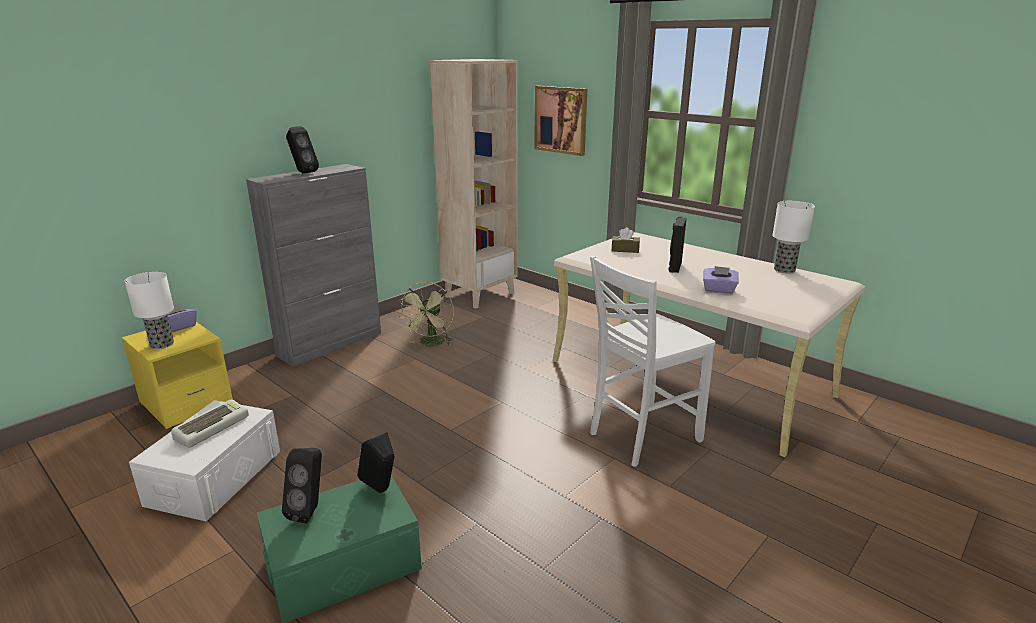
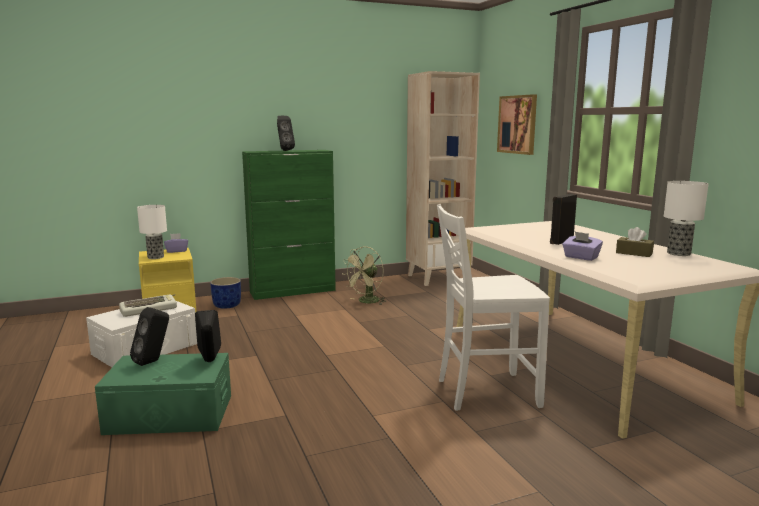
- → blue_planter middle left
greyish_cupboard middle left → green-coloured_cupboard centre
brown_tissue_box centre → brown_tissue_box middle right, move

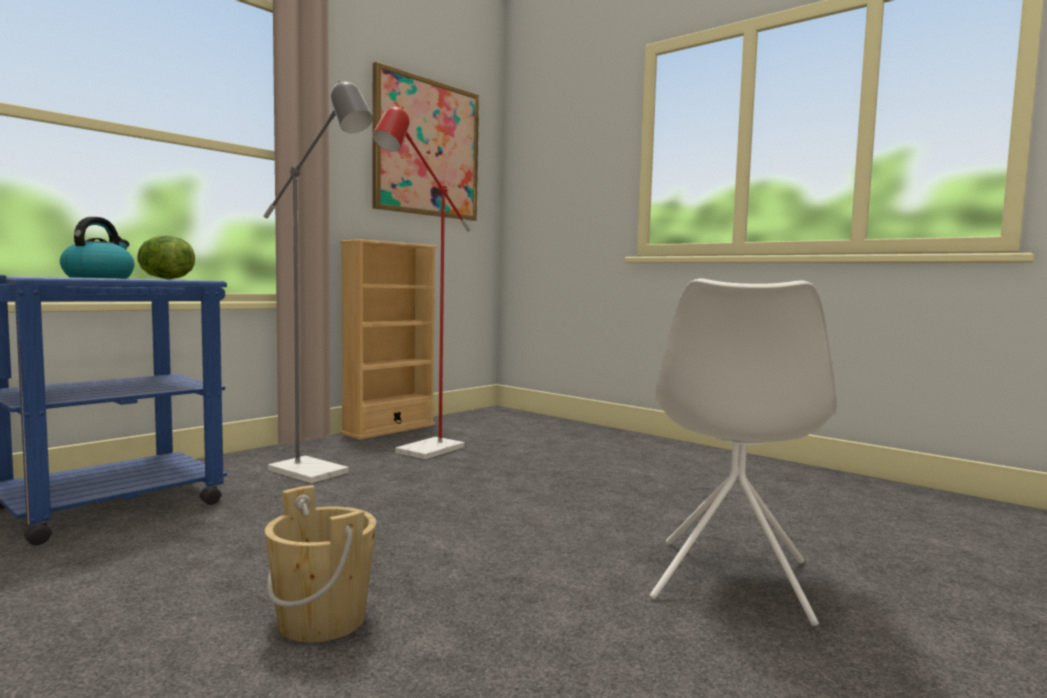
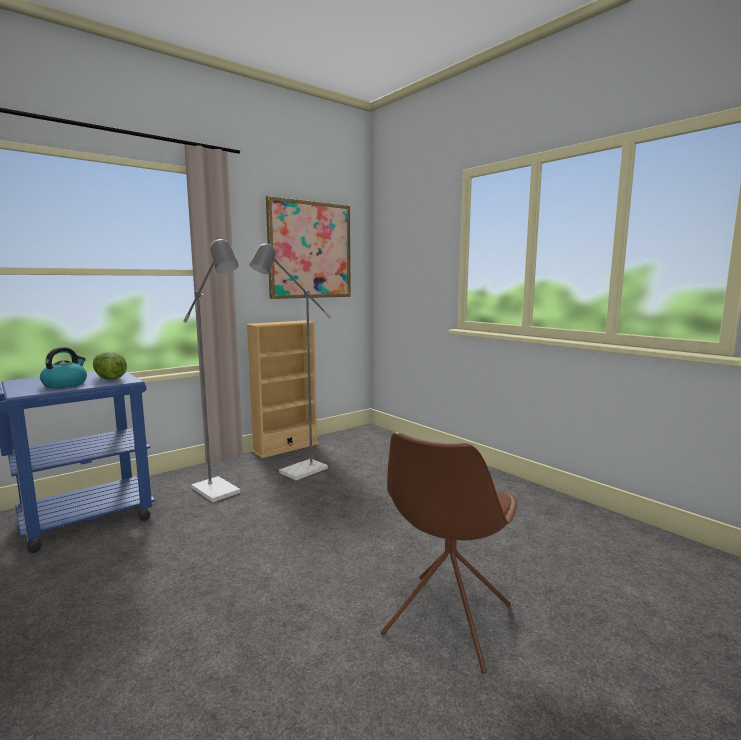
red_standard_lamp centre → greyish_standard_lamp (2nd from left) centre
whitish_plain_chair middle right → brown_plain_chair bottom centre
beige_water_bucket bottom left → -

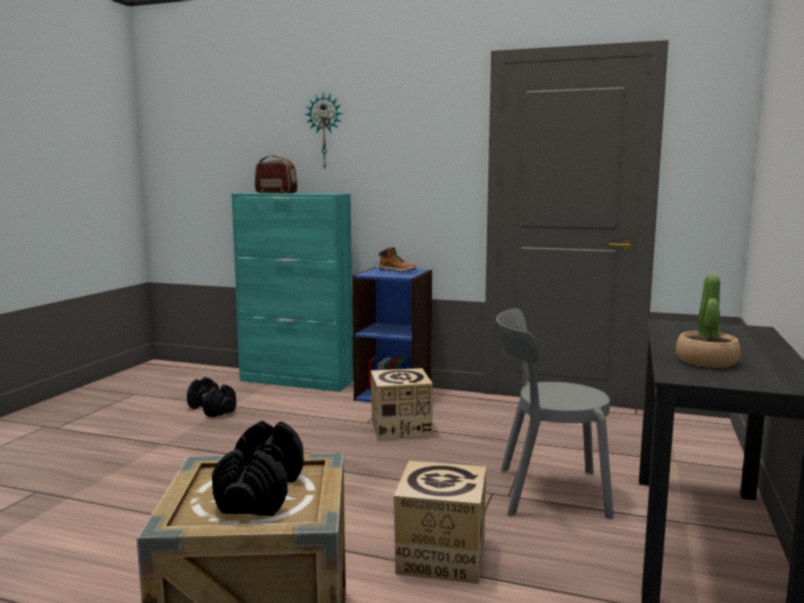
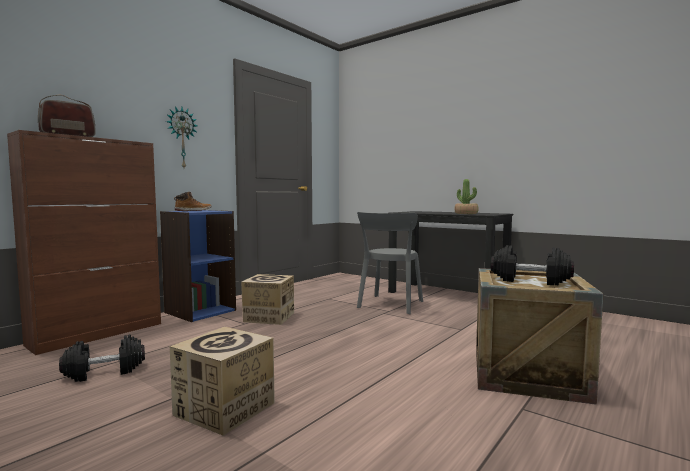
blue-green_cupboard centre → brown_cupboard middle left
wall_clock top centre → wall_clock top left, move
cardboard_box (2nd from left in the first image) bottom centre → cardboard_box (1st from left) bottom left, move

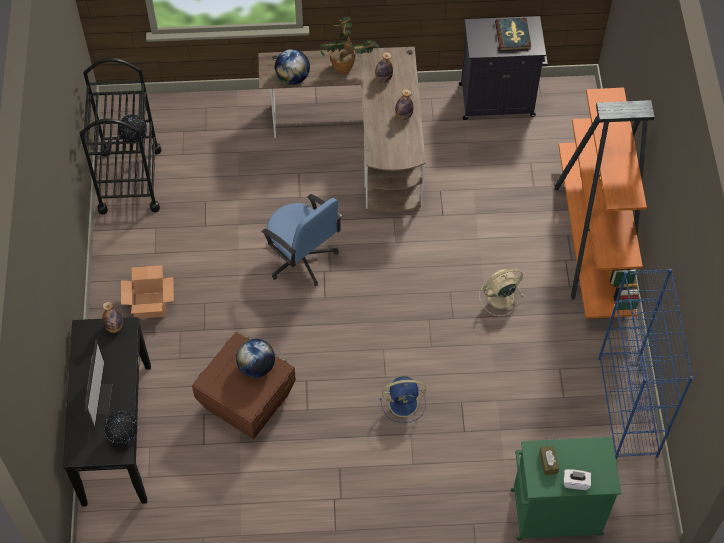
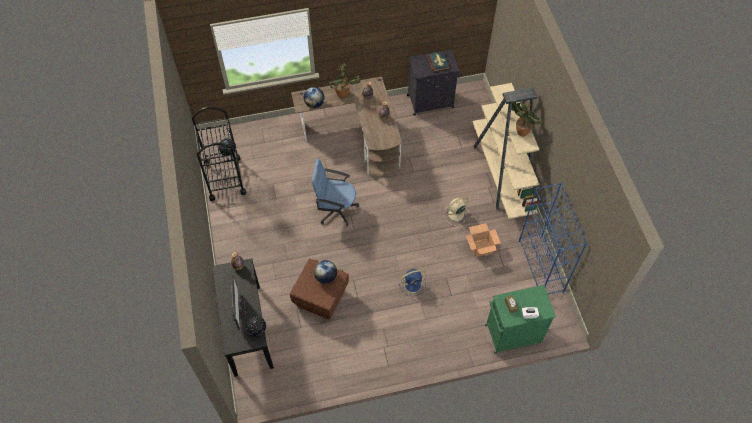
blue_computer_chair centre, 150 degrees clockwise
cardboard_box middle left → cardboard_box centre, move
orangey_bookshelf middle right → beige_bookshelf middle right
- → houseplant (2nd from left) top right

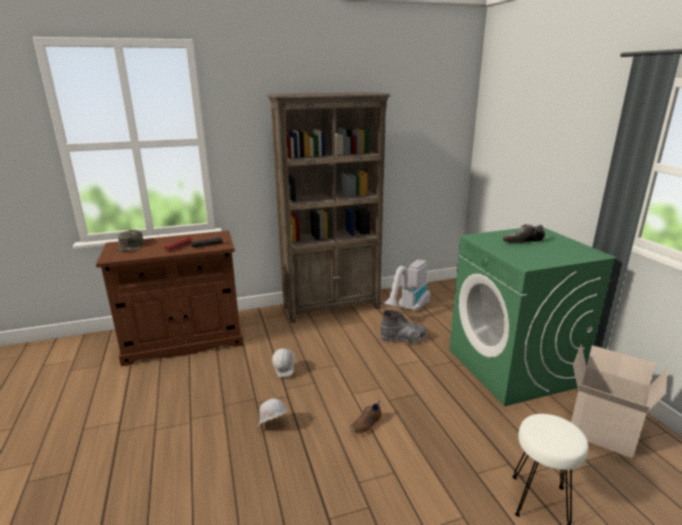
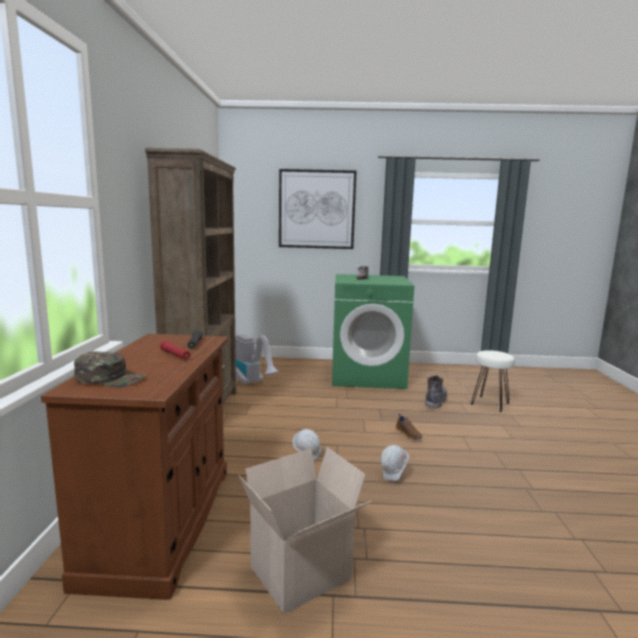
cardboard_box bottom right → cardboard_box bottom centre, move
- → picture top centre
greyish_boot centre → greyish_boot middle right, move

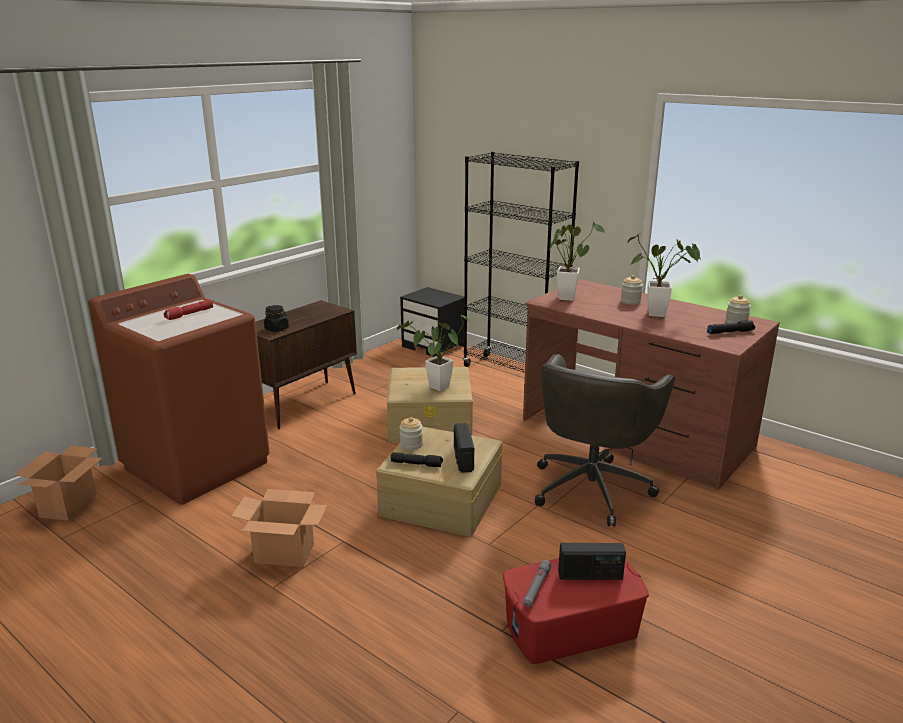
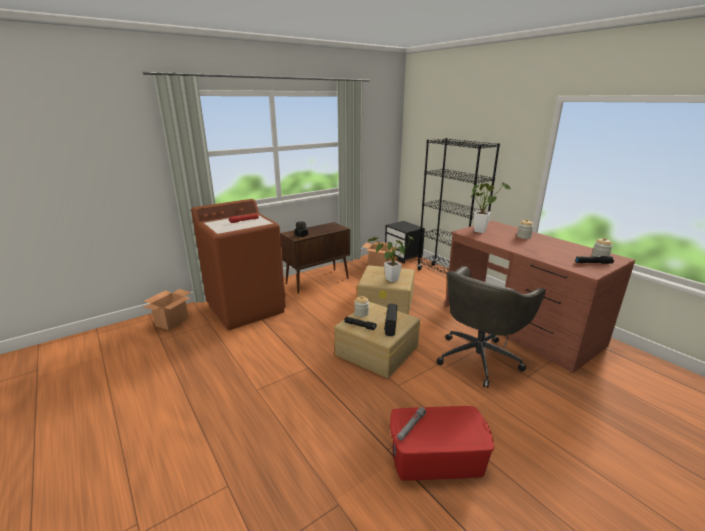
cardboard_box (2nd from left) bottom left → cardboard_box (2nd from left) centre, move
radio_receiver (2nd from left) bottom centre → -
houseplant (3rd from left) middle right → -

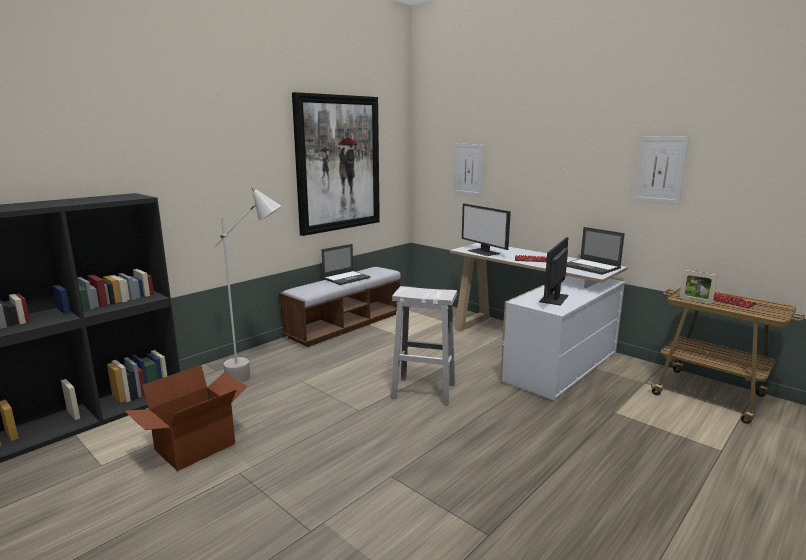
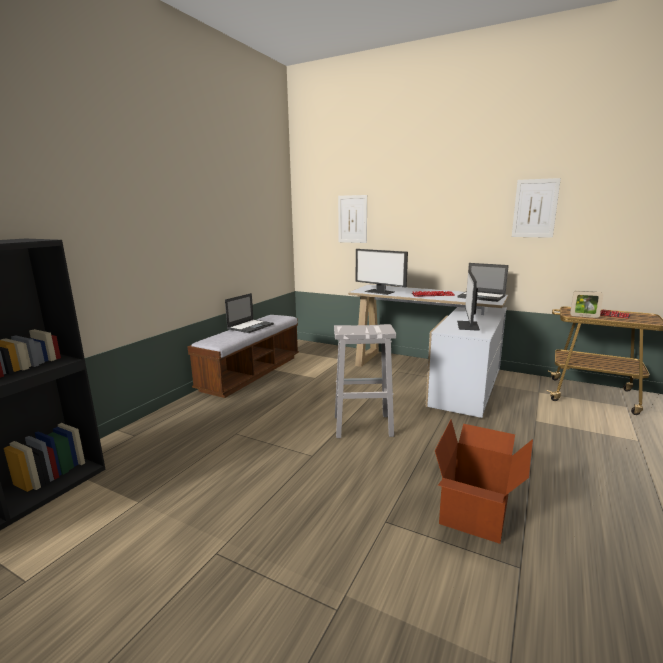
cardboard_box bottom left → cardboard_box bottom right, move
greyish_standard_lamp middle left → -
picture (1st from left) top centre → -

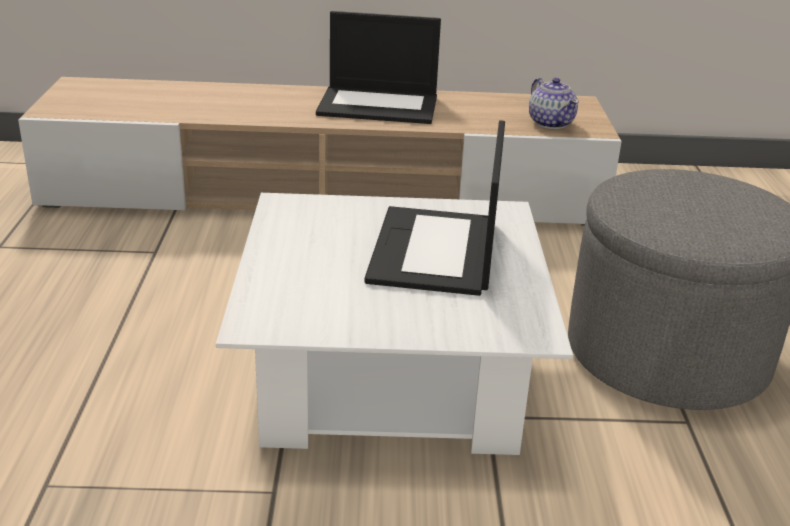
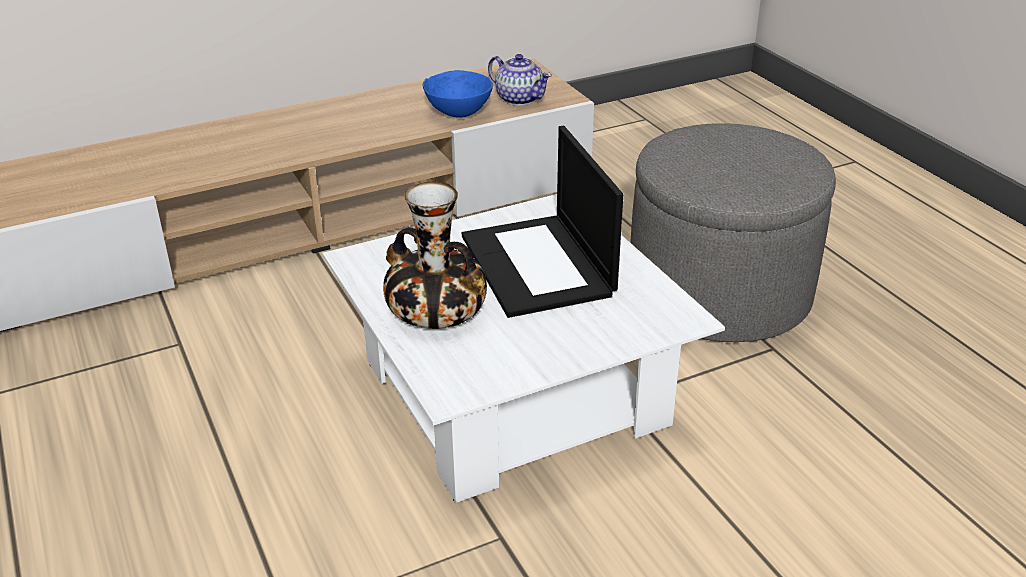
- → vase centre
- → blue_bowl top centre
laptop (1st from left) top centre → -

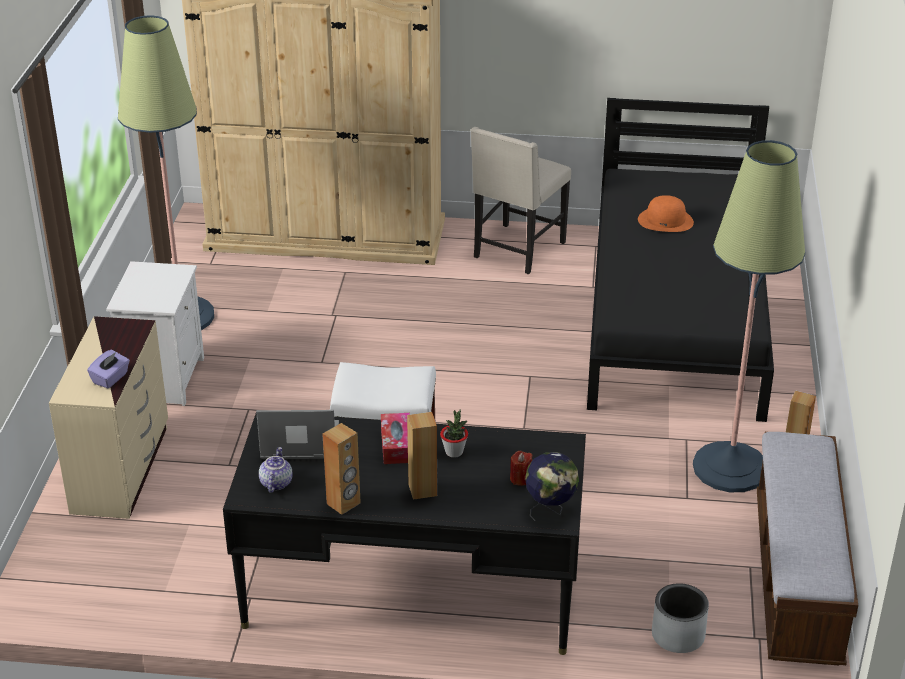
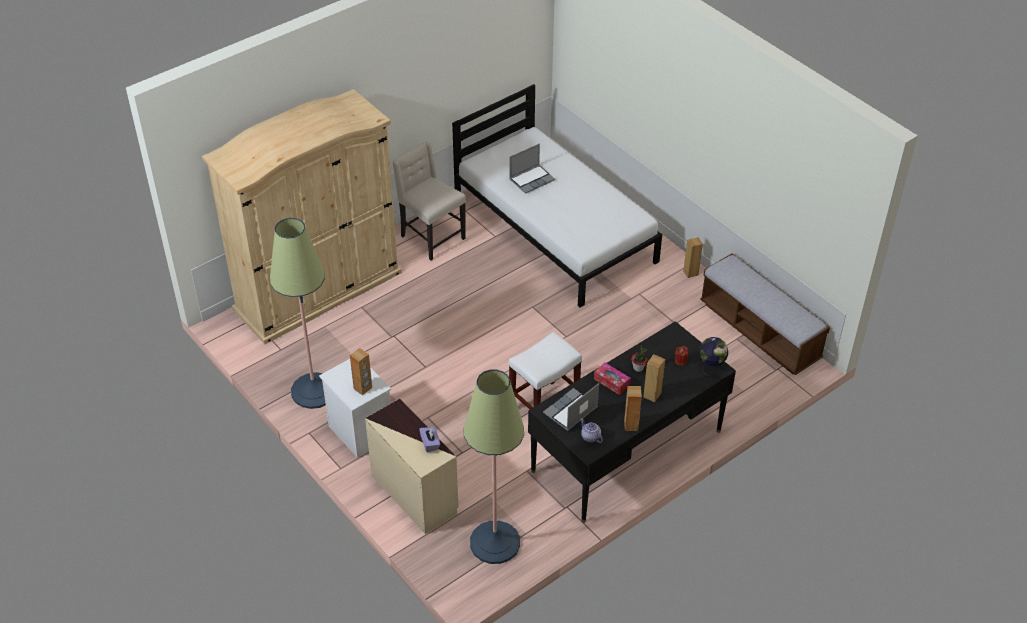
- → brown_audio_speaker (1st from left) centre
beige_plain_chair top centre, 150 degrees clockwise
black_bed middle right → whitish_bed top centre
standard_lamp (2nd from left) middle right → standard_lamp (2nd from left) bottom centre, move
orangey_hat top right → laptop (1st from left) top centre
greyish_planter bottom right → -

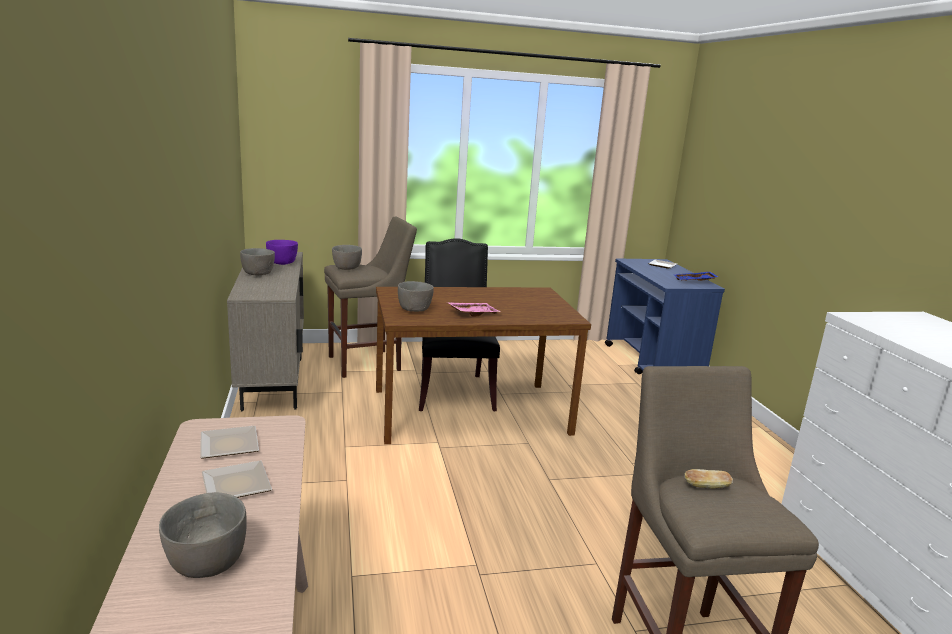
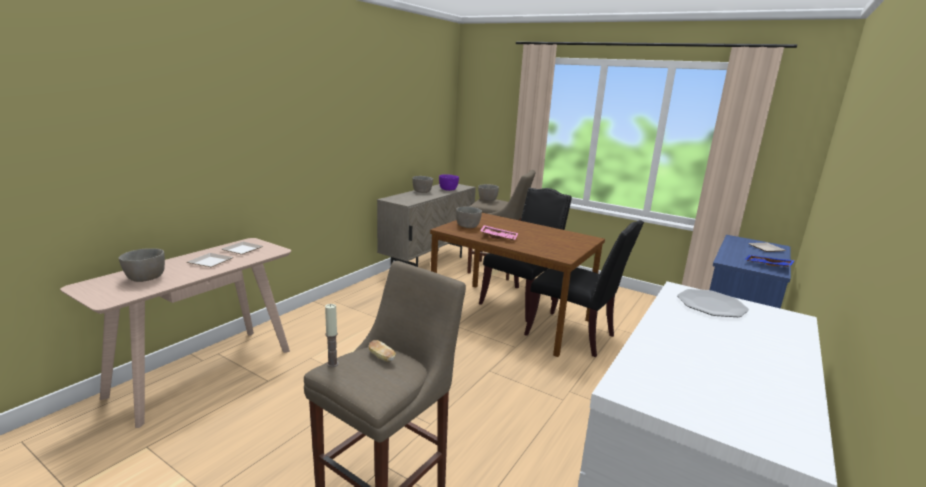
- → candle bottom centre
- → black_plain_chair (2nd from left) centre
- → dinner_plate (3rd from left) middle right

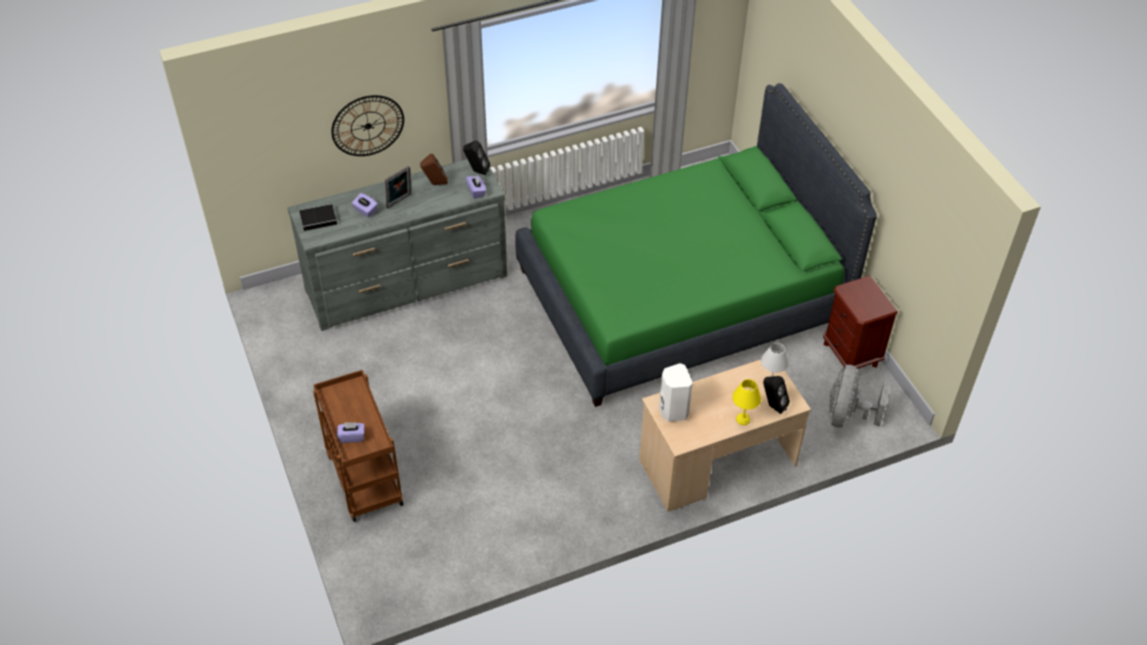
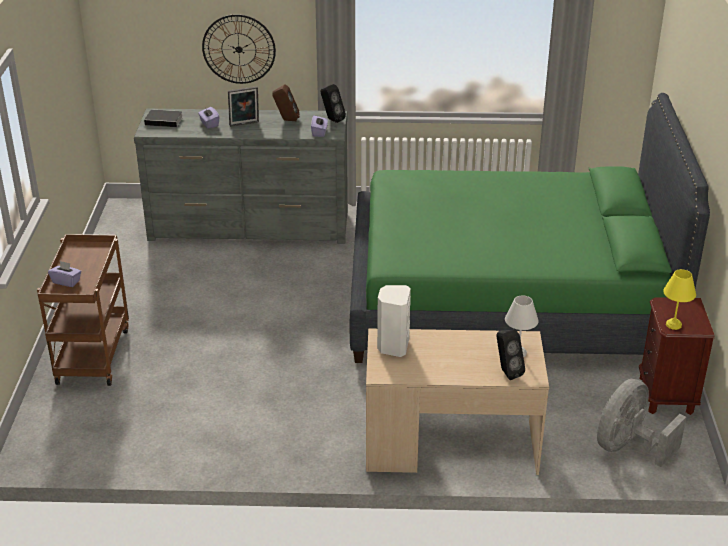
yellow-coloured_tabletop_lamp centre → yellow-coloured_tabletop_lamp middle right, move

